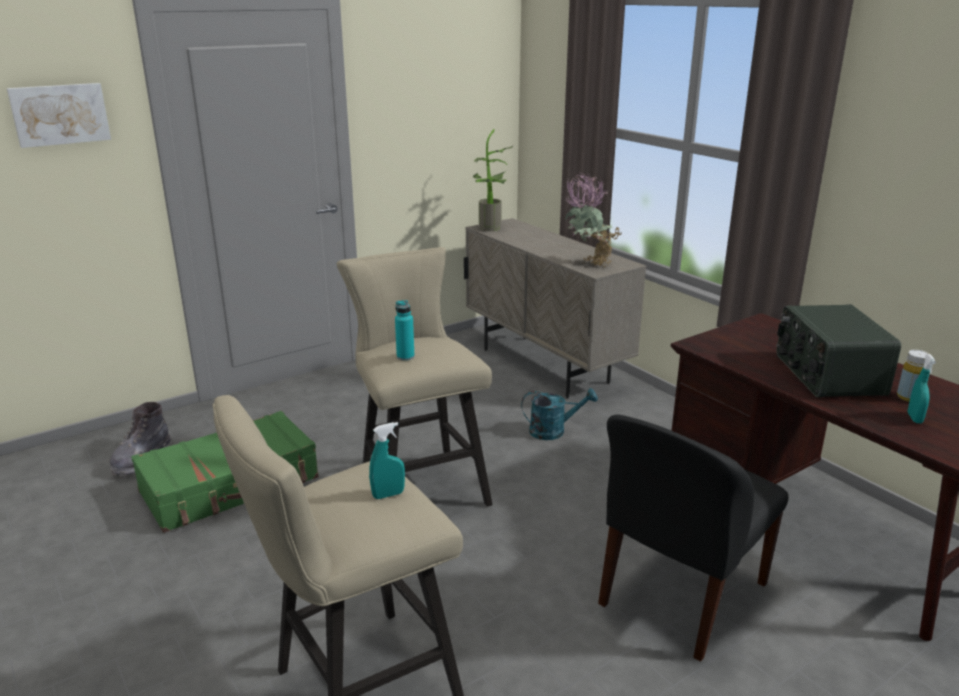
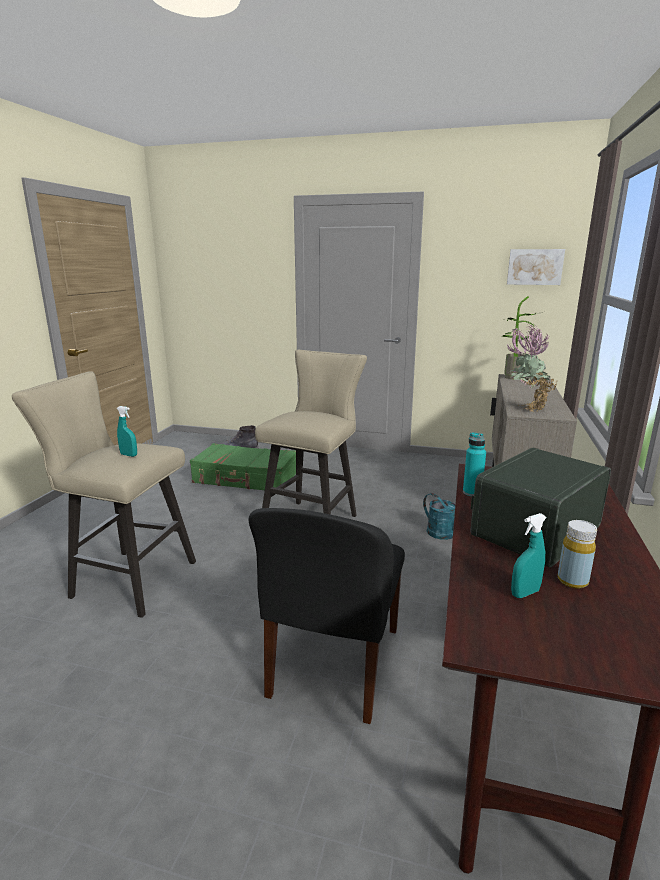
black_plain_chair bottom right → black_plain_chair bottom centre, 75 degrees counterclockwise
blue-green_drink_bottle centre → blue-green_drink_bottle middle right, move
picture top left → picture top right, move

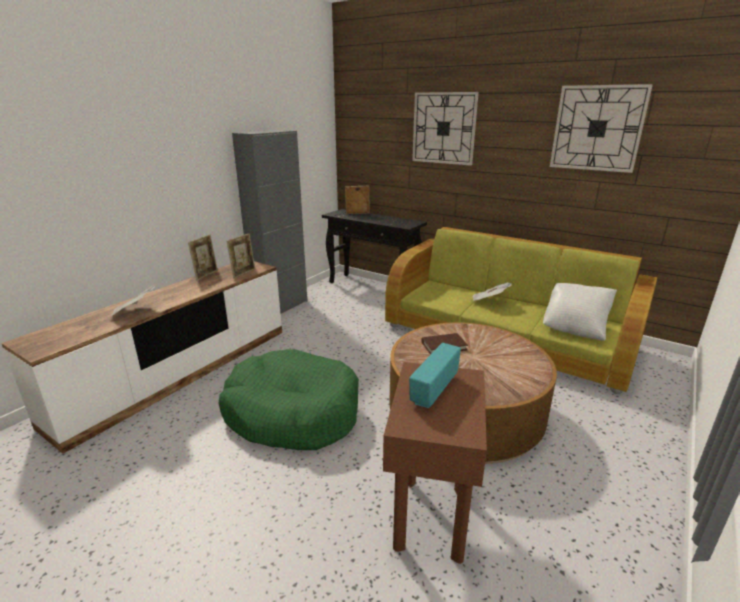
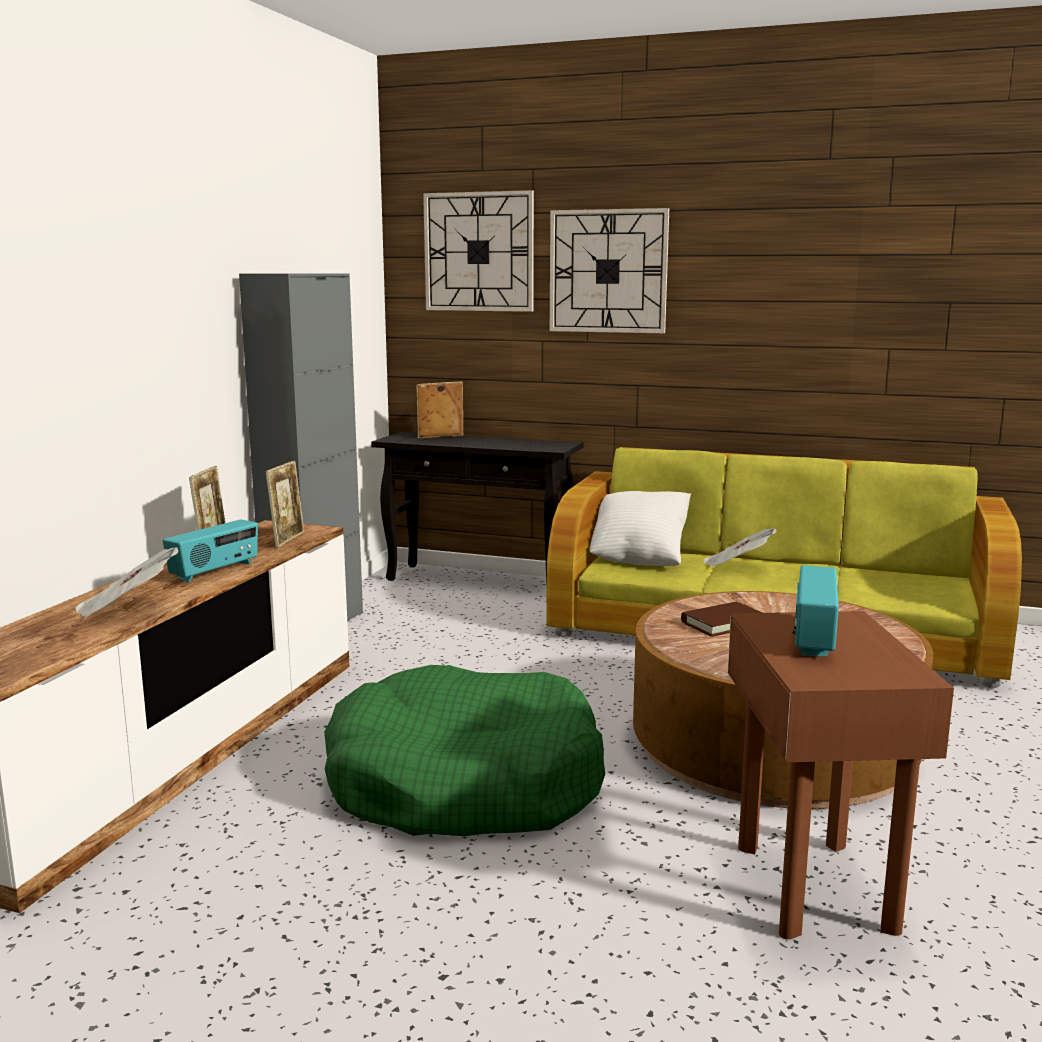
- → radio_receiver (1st from left) middle left
wall_clock (2nd from left in the first image) top right → wall_clock (1st from left) top centre, move
whitish_throw_pillow middle right → whitish_throw_pillow centre, move

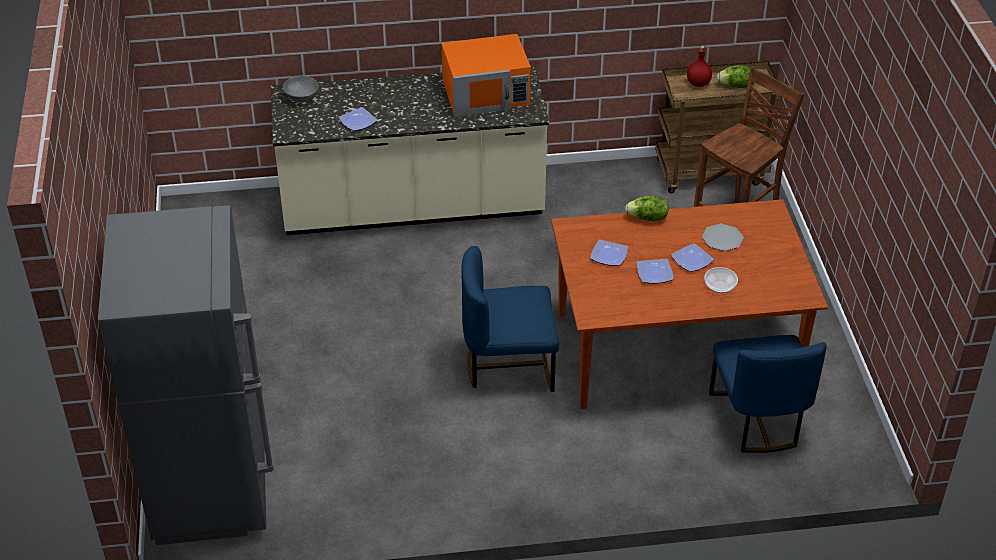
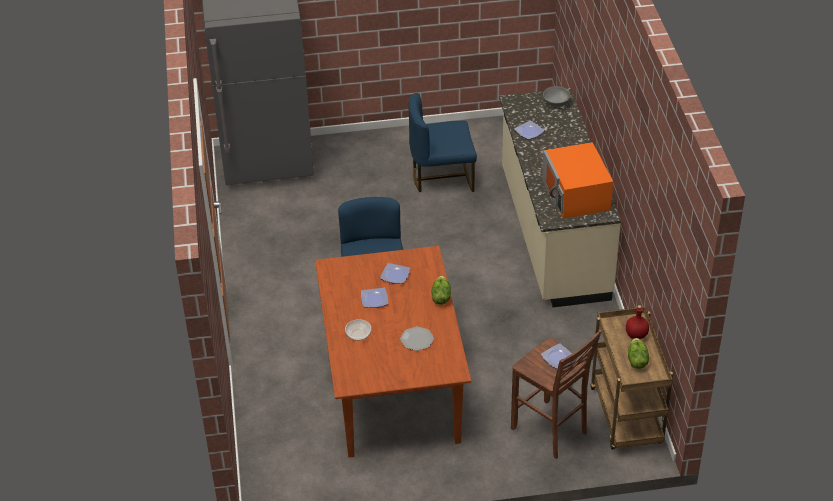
blue_plain_chair (2nd from left) bottom right → blue_plain_chair (2nd from left) top centre, move
dinner_plate (4th from left in the first image) middle right → dinner_plate (5th from left) bottom right, move

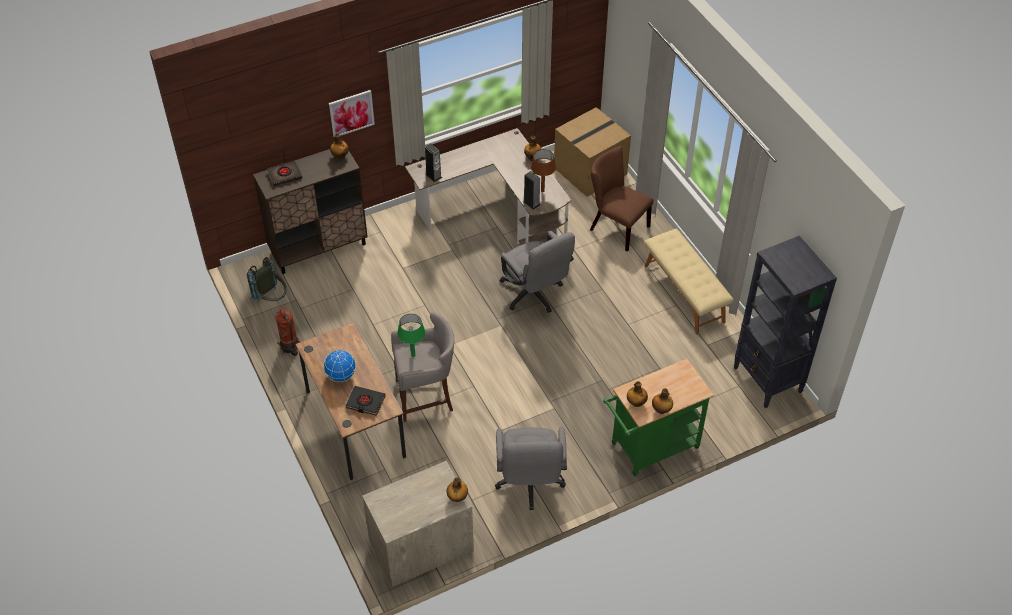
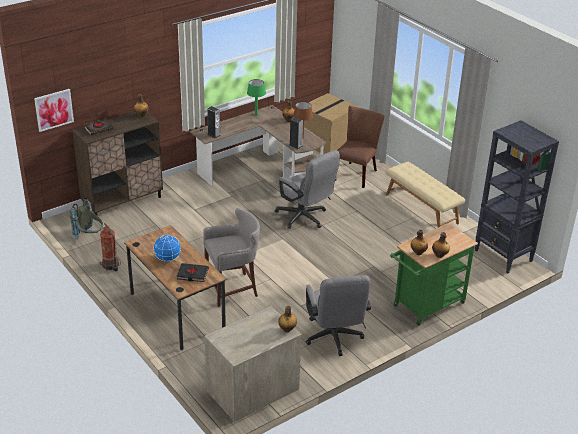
picture top centre → picture top left, move
green-coloured_tabletop_lamp centre → green-coloured_tabletop_lamp top centre, move
brown_plain_chair top centre → brown_plain_chair centre, 90 degrees clockwise

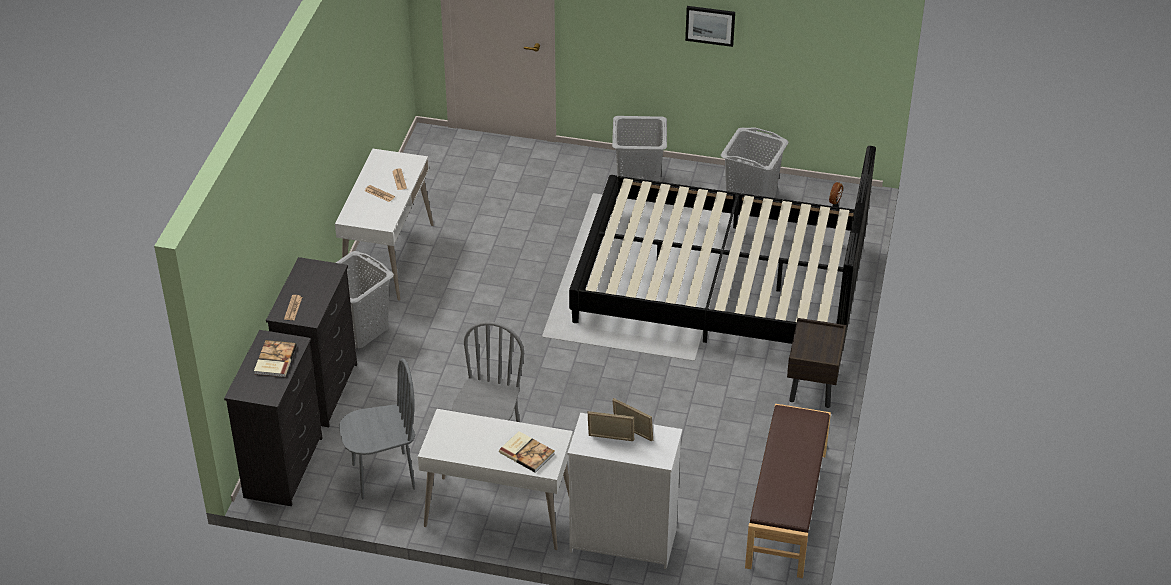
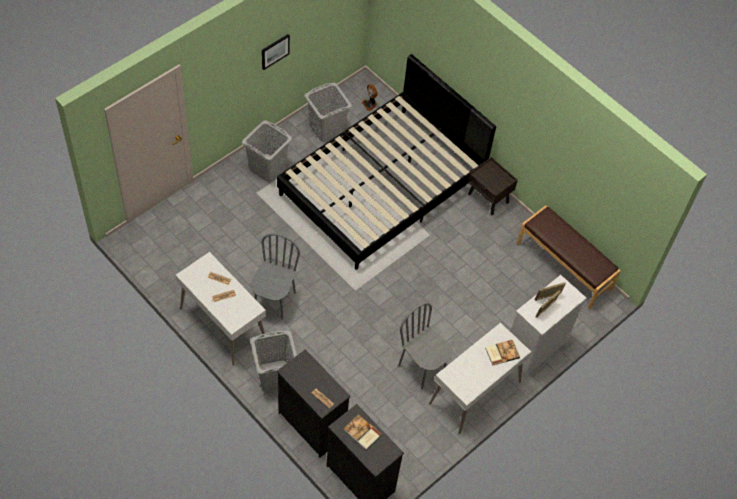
greyish_plain_chair (1st from left) bottom left → greyish_plain_chair (1st from left) centre, move

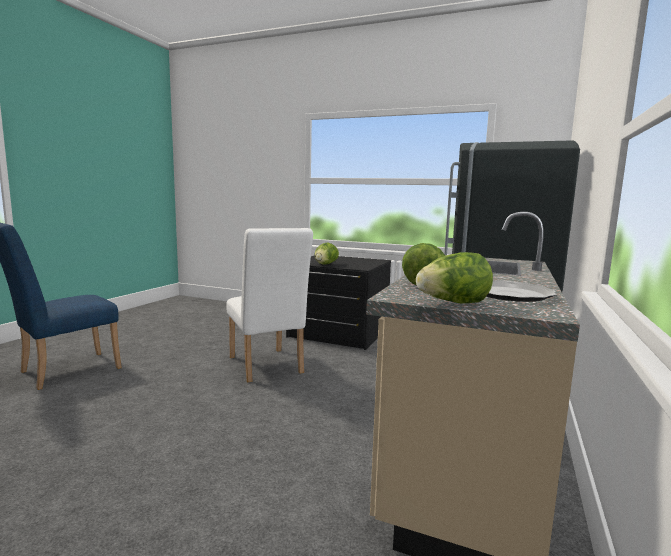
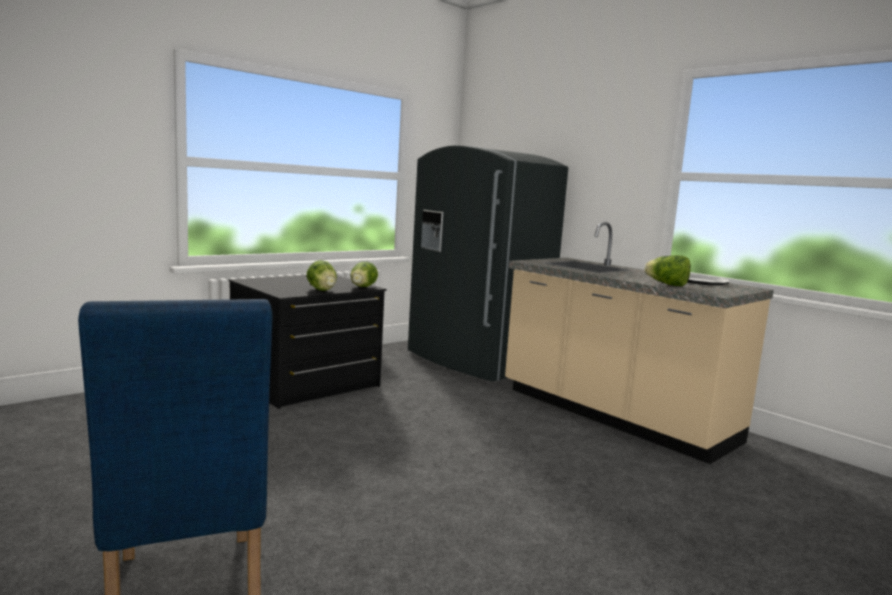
head_of_lettuce (3rd from left in the first image) middle right → head_of_lettuce (2nd from left) centre, move
whitish_plain_chair centre → -

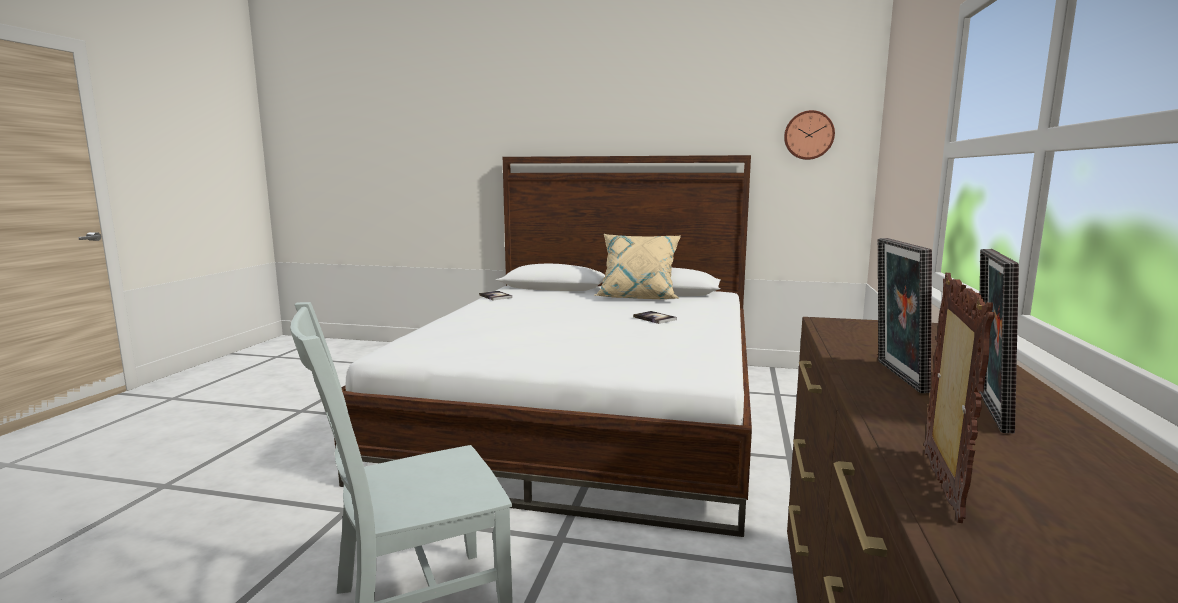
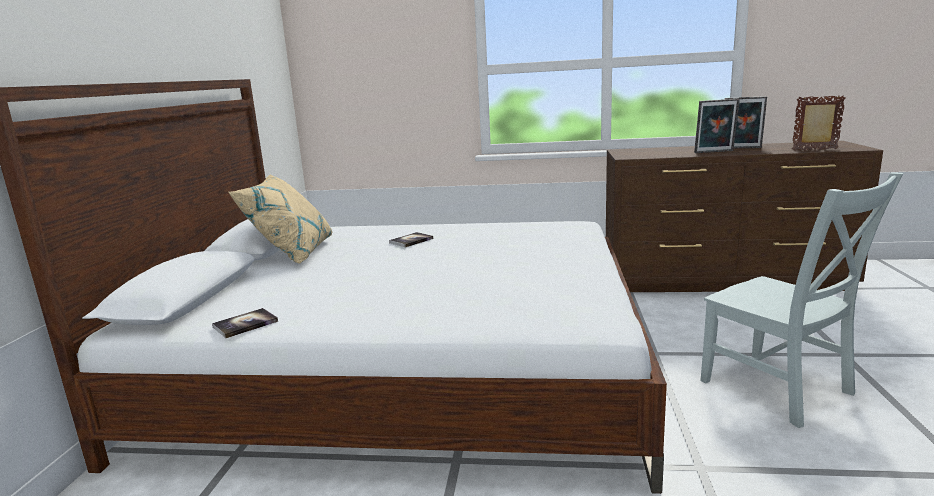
wall_clock top right → -

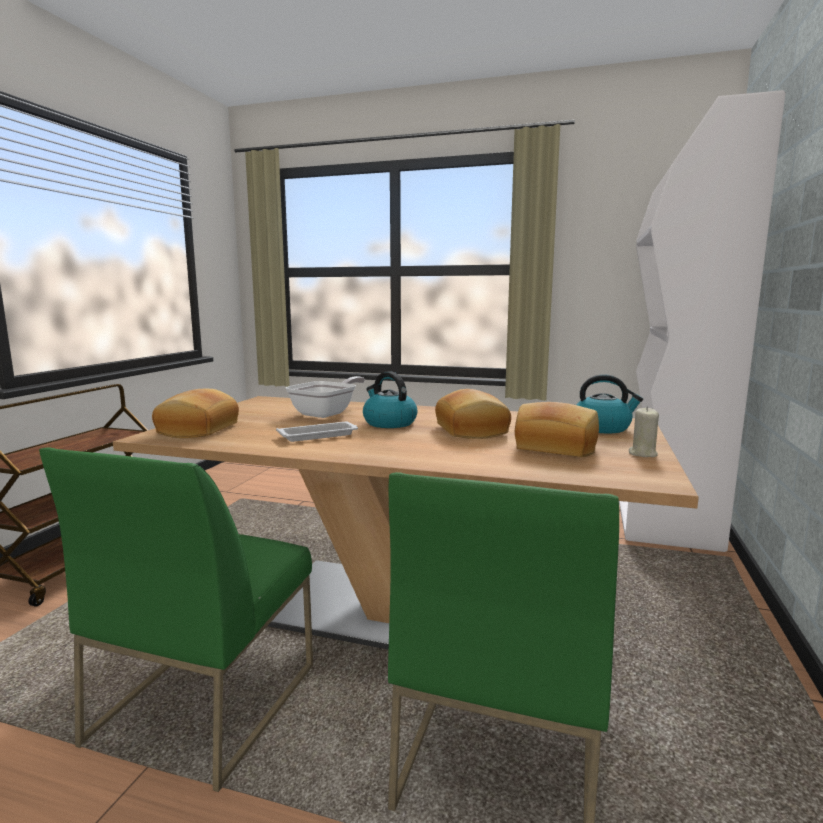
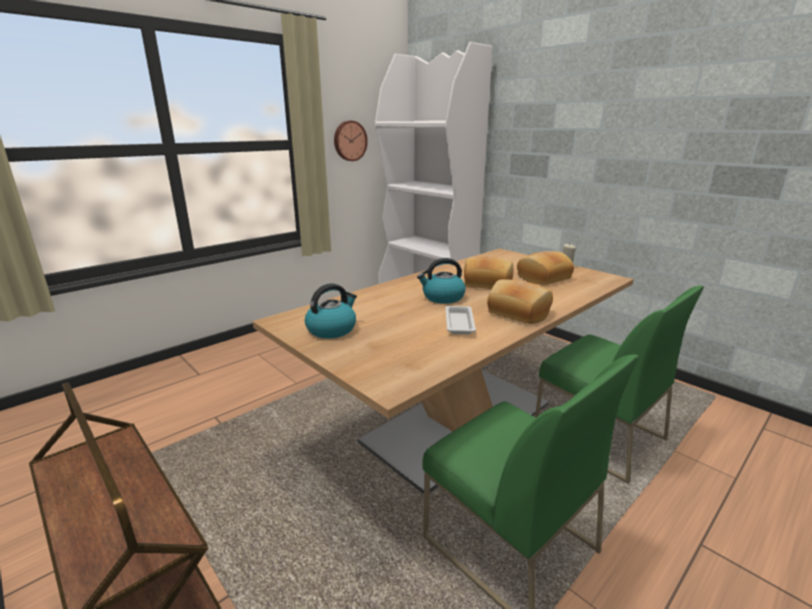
tea_kettle (2nd from left in the first image) middle right → tea_kettle (1st from left) centre, move
- → wall_clock top centre
baked_bread (1st from left in the first image) middle left → baked_bread (2nd from left) centre, move
skillet centre → -

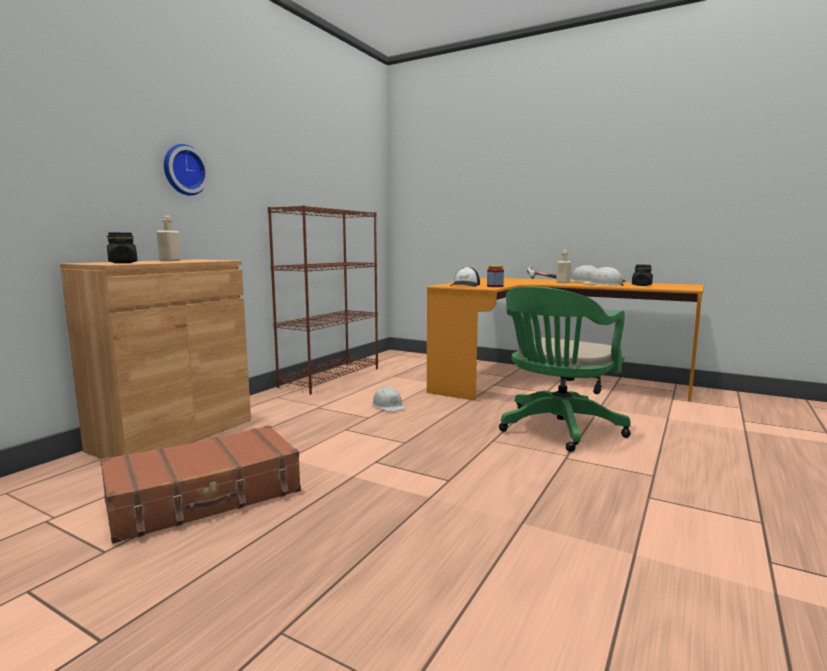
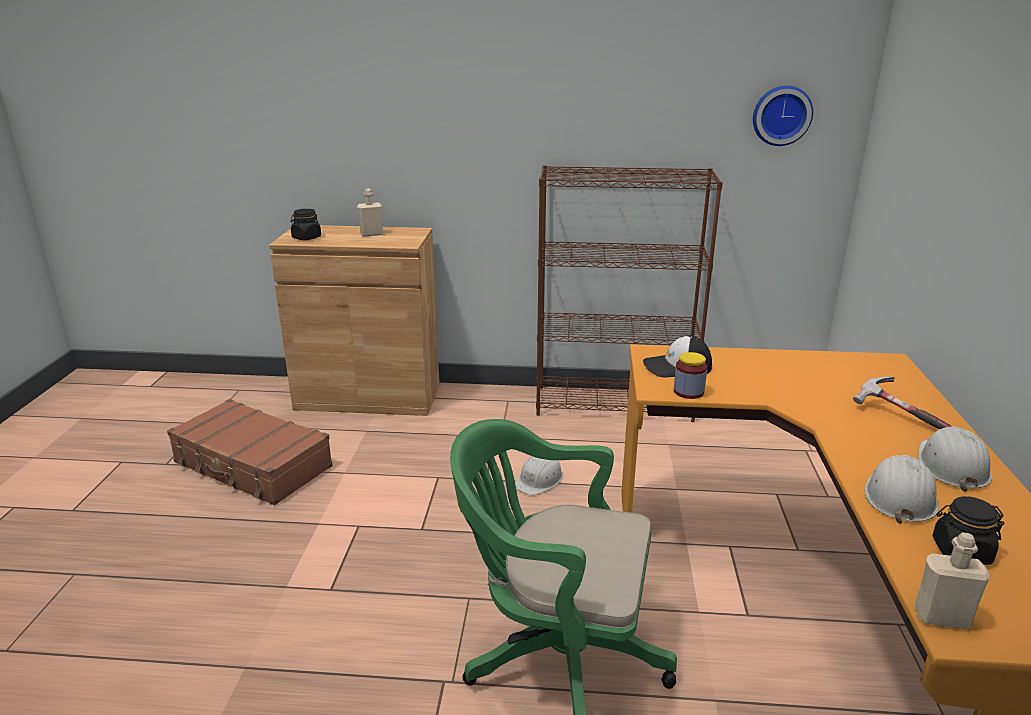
wall_clock top left → wall_clock top right, move
beige_drink_bottle (2nd from left) middle right → beige_drink_bottle (2nd from left) bottom right, move

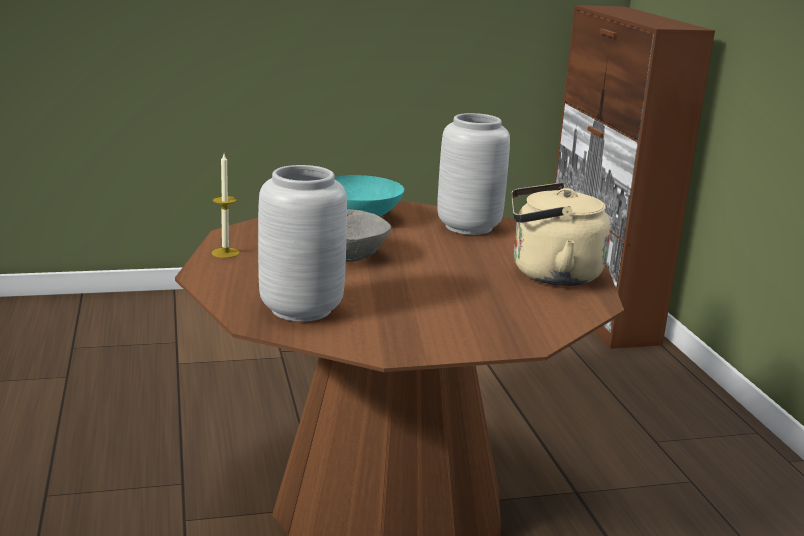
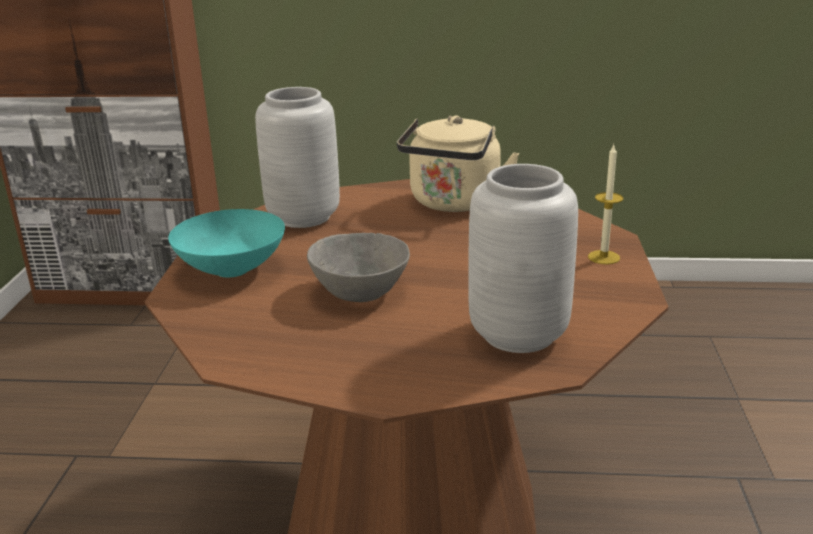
candle middle left → candle middle right, move

